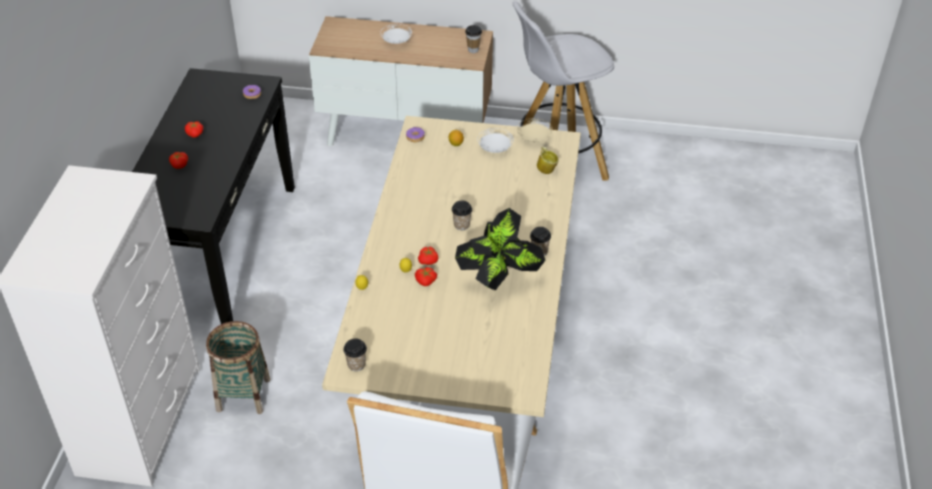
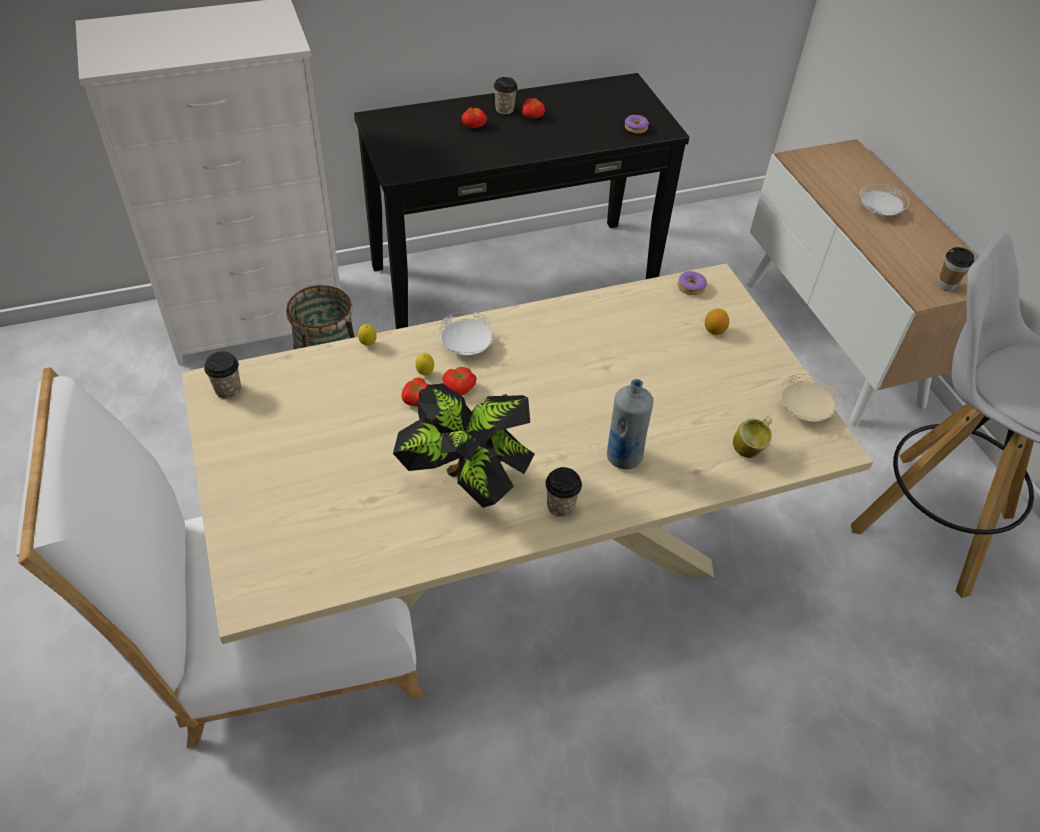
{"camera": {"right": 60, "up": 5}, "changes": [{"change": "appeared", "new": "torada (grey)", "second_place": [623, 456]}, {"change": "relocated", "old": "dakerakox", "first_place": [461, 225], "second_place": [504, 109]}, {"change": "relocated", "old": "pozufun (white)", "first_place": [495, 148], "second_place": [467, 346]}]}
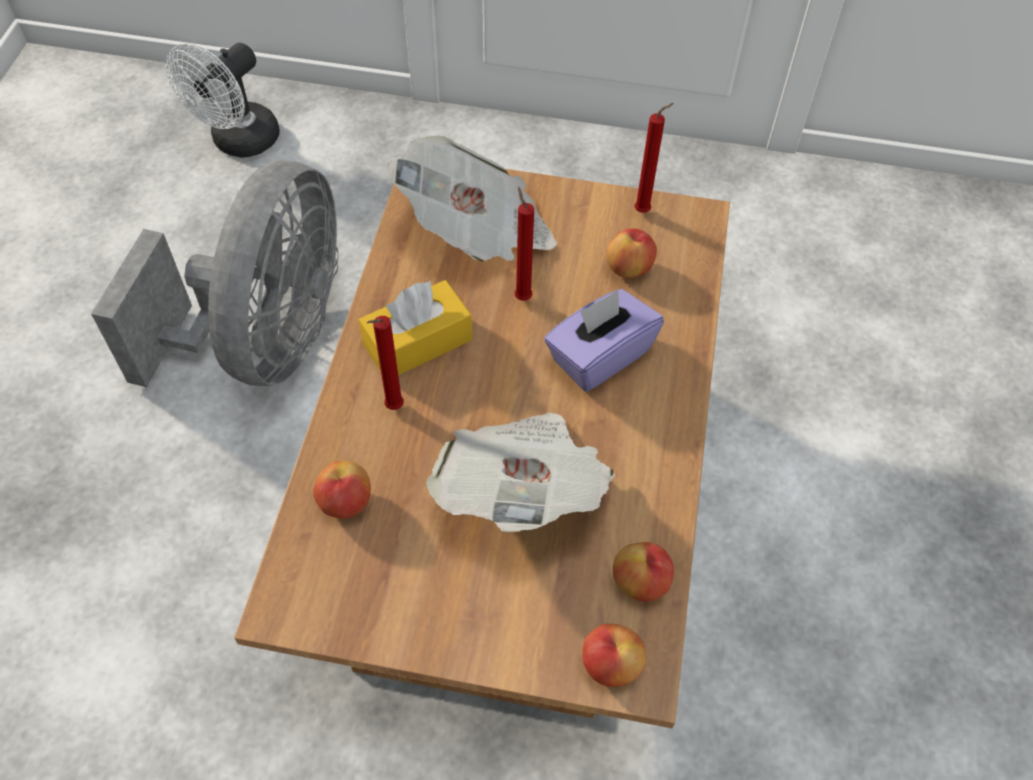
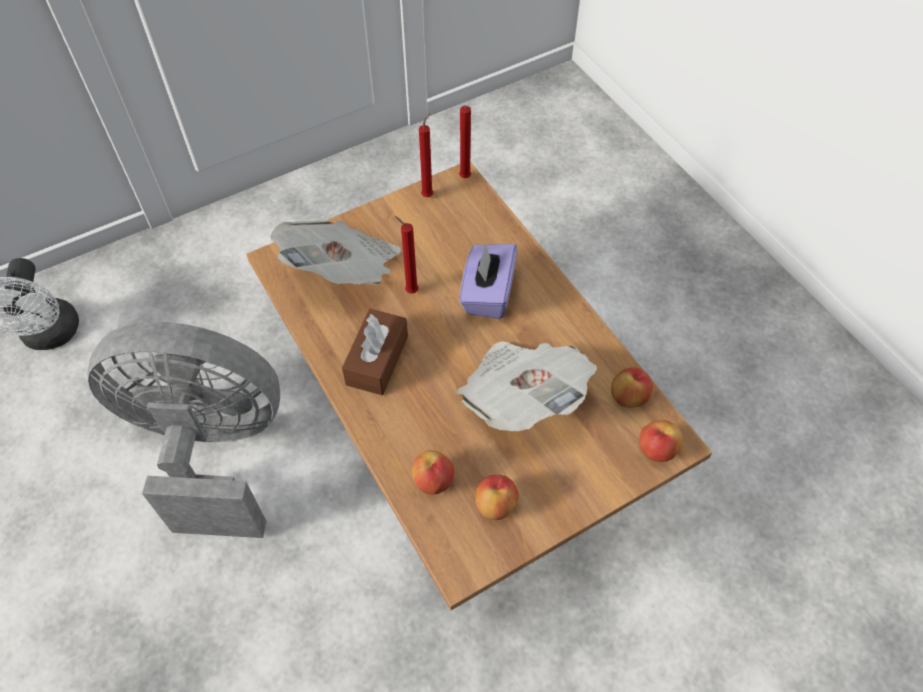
{"camera": {"right": -40, "up": 0}, "changes": [{"change": "relocated", "old": "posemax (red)", "first_place": [392, 408], "second_place": [465, 179]}, {"change": "relocated", "old": "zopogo", "first_place": [629, 268], "second_place": [495, 505]}, {"change": "colour", "old": "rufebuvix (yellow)", "new": "rufebuvix (brown)", "first_place": [417, 342], "second_place": [377, 360]}, {"change": "spun", "old": "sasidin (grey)", "first_place": [267, 342], "second_place": [210, 450], "degrees": -60}]}
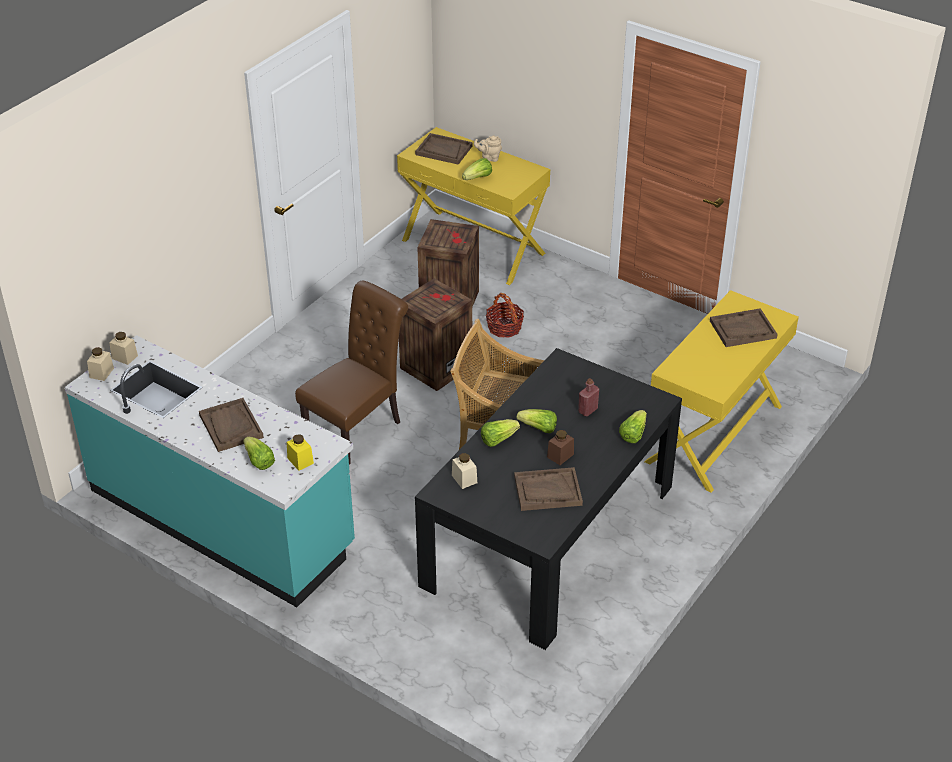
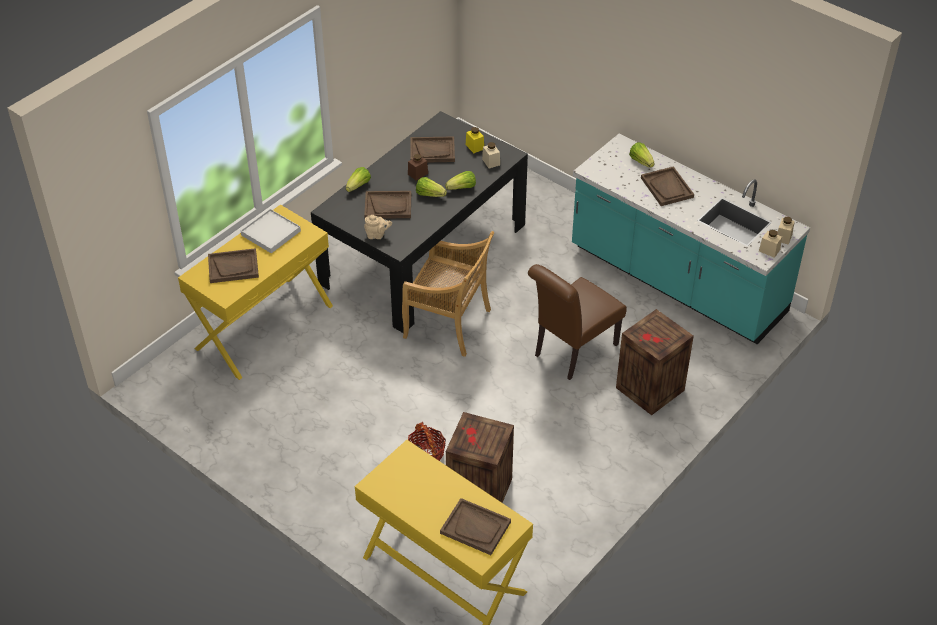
{"camera": {"right": -175, "up": 5}, "changes": [{"change": "missing", "old": "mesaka", "first_place": [478, 178]}, {"change": "appeared", "new": "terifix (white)", "second_place": [271, 233]}, {"change": "relocated", "old": "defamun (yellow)", "first_place": [300, 461], "second_place": [474, 147]}, {"change": "relocated", "old": "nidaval", "first_place": [436, 366], "second_place": [650, 390]}, {"change": "relocated", "old": "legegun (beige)", "first_place": [489, 158], "second_place": [377, 235]}, {"change": "exchanged", "old": "torada (red)", "new": "terifix (brown)", "first_place": [587, 410], "second_place": [388, 206]}]}
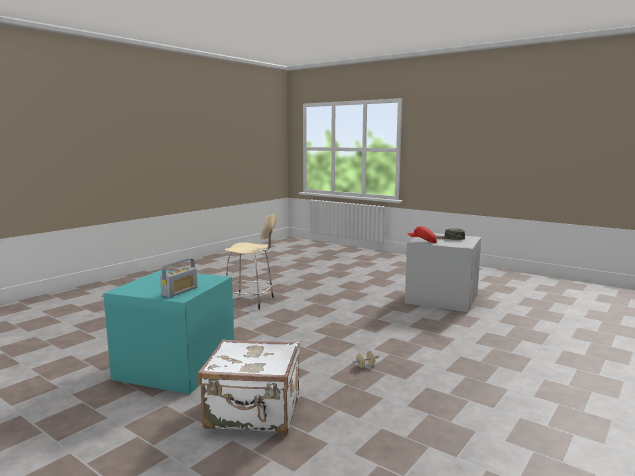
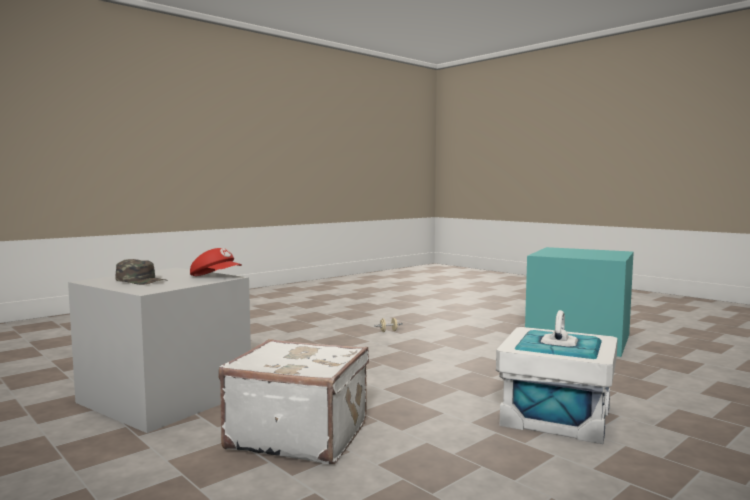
{"camera": {"right": -170, "up": -5}, "changes": [{"change": "missing", "old": "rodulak", "first_place": [180, 291]}, {"change": "relocated", "old": "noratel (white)", "first_place": [254, 412], "second_place": [299, 435]}, {"change": "exchanged", "old": "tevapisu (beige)", "new": "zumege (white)", "first_place": [251, 301], "second_place": [555, 416]}]}
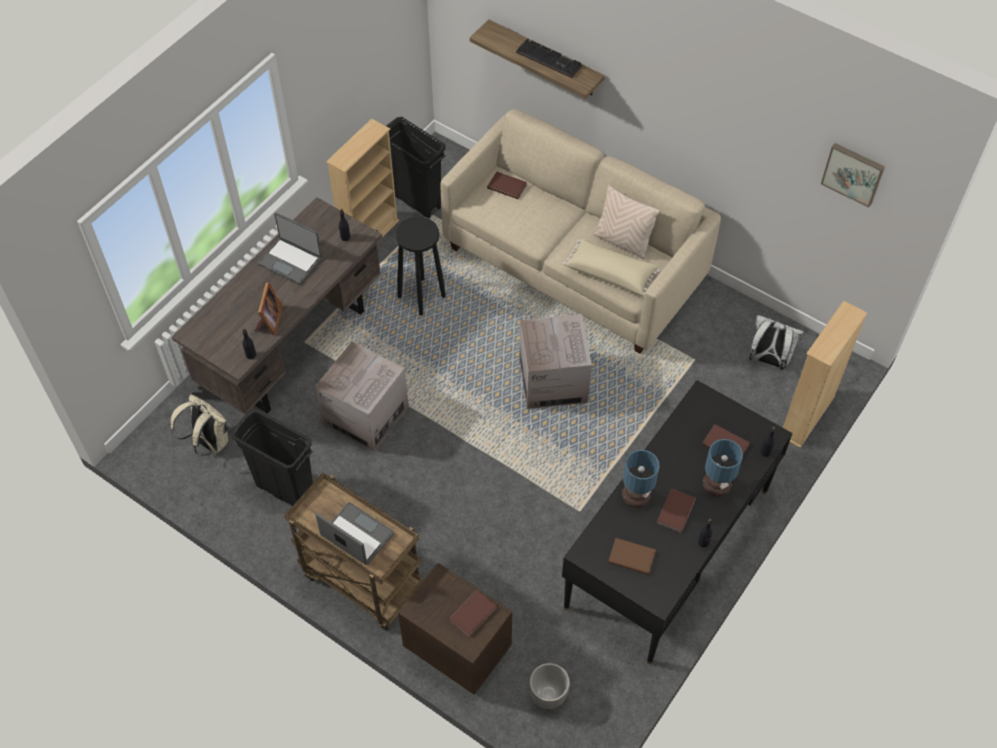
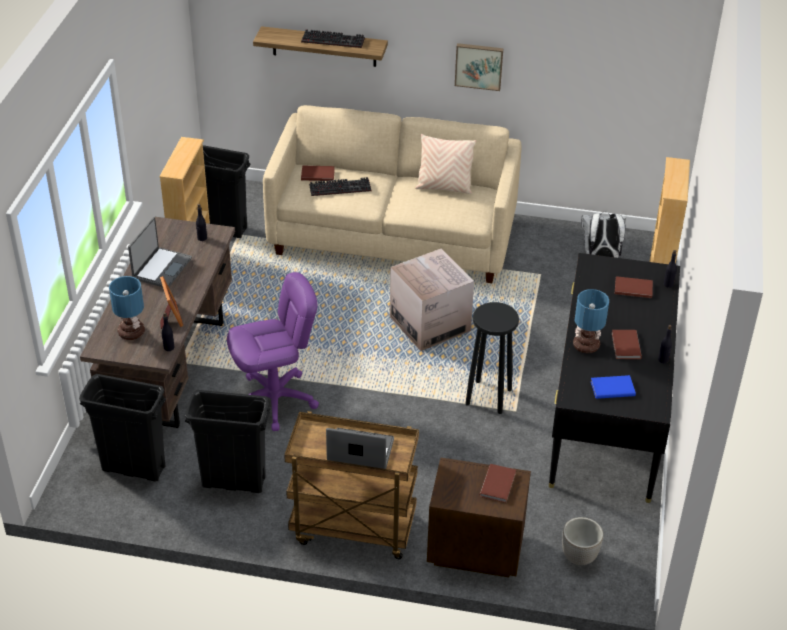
{"camera": {"right": -25, "up": -15}, "changes": [{"change": "missing", "old": "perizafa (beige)", "first_place": [611, 273]}, {"change": "appeared", "new": "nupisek", "second_place": [341, 187]}, {"change": "relocated", "old": "tevapisu (black)", "first_place": [422, 296], "second_place": [489, 396]}, {"change": "relocated", "old": "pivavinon", "first_place": [717, 486], "second_place": [132, 332]}, {"change": "relocated", "old": "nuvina", "first_place": [853, 173], "second_place": [479, 65]}, {"change": "exchanged", "old": "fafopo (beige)", "new": "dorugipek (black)", "first_place": [209, 442], "second_place": [133, 468]}, {"change": "exchanged", "old": "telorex", "new": "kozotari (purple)", "first_place": [366, 415], "second_place": [275, 400]}, {"change": "colour", "old": "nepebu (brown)", "new": "nepebu (blue)", "first_place": [631, 556], "second_place": [611, 388]}, {"change": "spun", "old": "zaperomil", "first_place": [291, 261], "second_place": [161, 268], "degrees": -75}]}
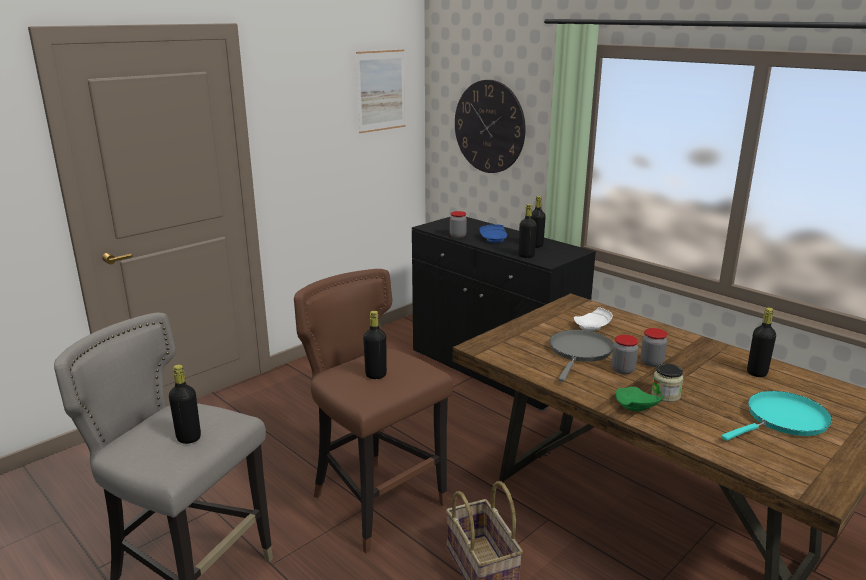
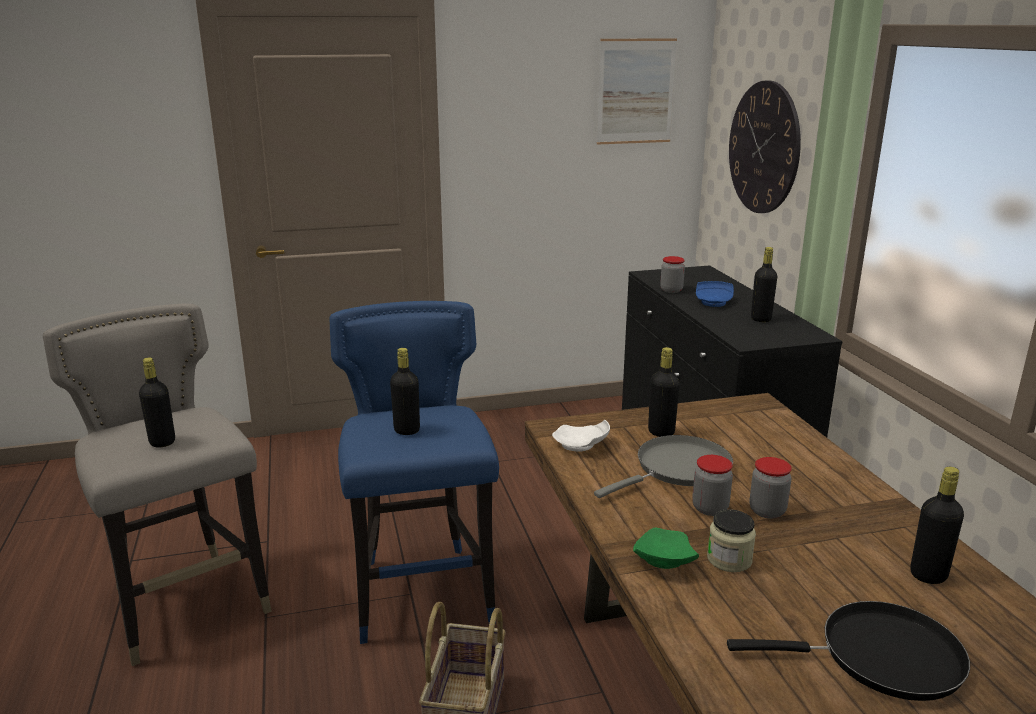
{"camera": {"right": 30, "up": 0}, "changes": [{"change": "relocated", "old": "torada (black)", "first_place": [526, 256], "second_place": [661, 432]}, {"change": "relocated", "old": "pozufun (white)", "first_place": [593, 326], "second_place": [581, 445]}, {"change": "colour", "old": "tevapisu (brown)", "new": "tevapisu (blue)", "first_place": [376, 502], "second_place": [422, 592]}, {"change": "colour", "old": "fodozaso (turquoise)", "new": "fodozaso (black)", "first_place": [783, 420], "second_place": [880, 657]}]}
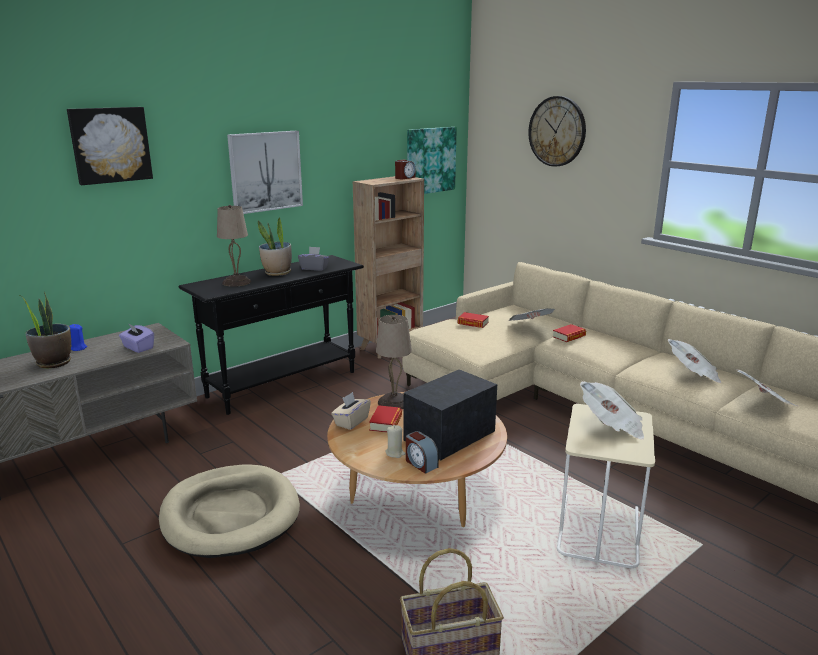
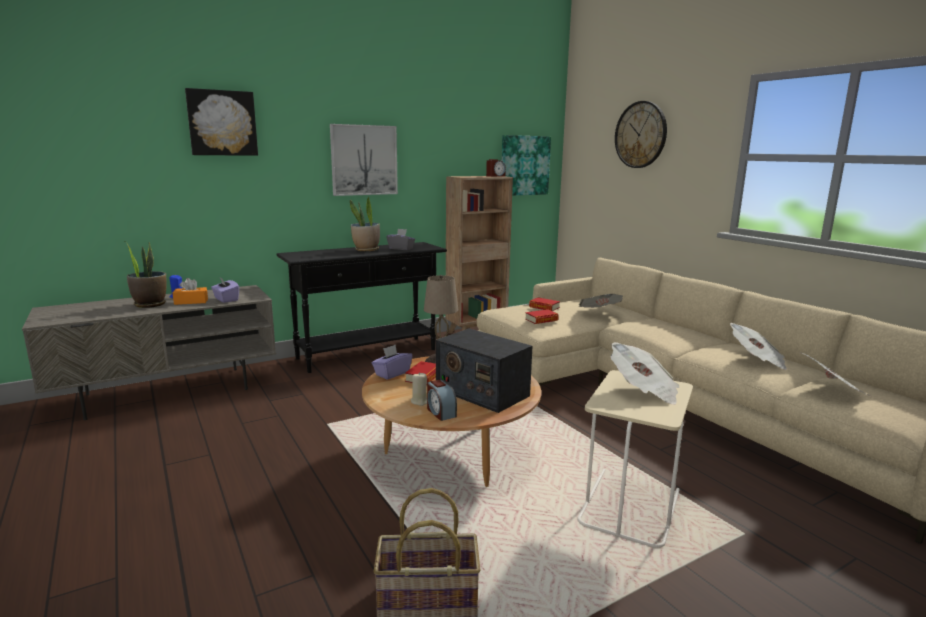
{"camera": {"right": 10, "up": -5}, "changes": [{"change": "missing", "old": "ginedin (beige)", "first_place": [230, 515]}, {"change": "missing", "old": "pivavinon (beige)", "first_place": [236, 282]}, {"change": "appeared", "new": "rufebuvix (orange)", "second_place": [191, 302]}, {"change": "relocated", "old": "nepebu", "first_place": [569, 336], "second_place": [541, 320]}, {"change": "colour", "old": "rufebuvix (beige)", "new": "rufebuvix (purple)", "first_place": [351, 421], "second_place": [392, 373]}, {"change": "spun", "old": "rodulak", "first_place": [450, 435], "second_place": [481, 392], "degrees": -105}]}
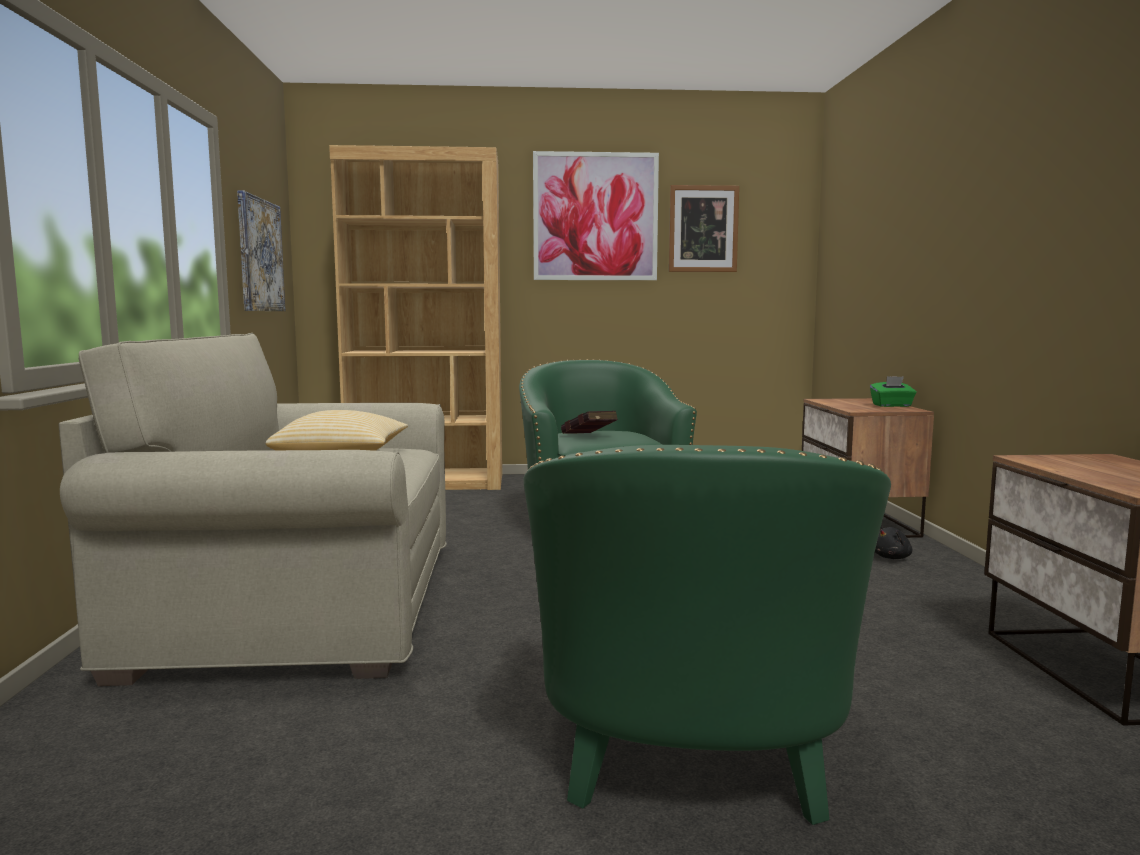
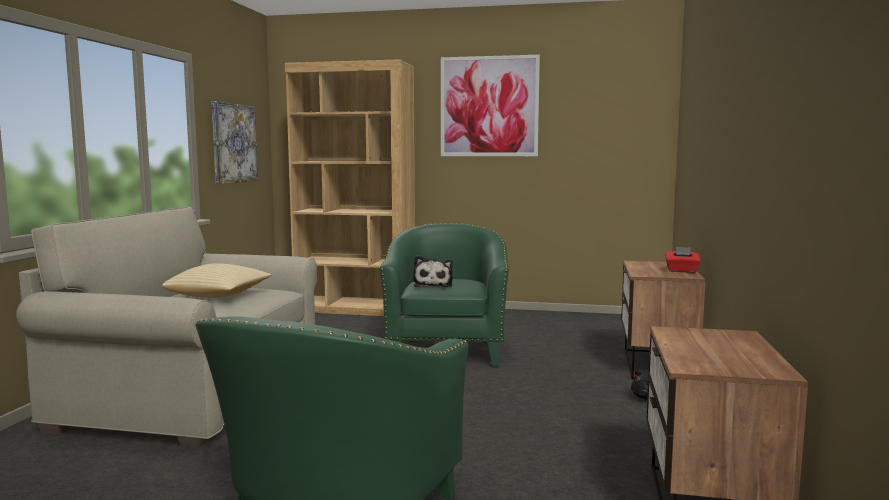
{"camera": {"right": 15, "up": 0}, "changes": [{"change": "missing", "old": "nuvina", "first_place": [703, 229]}, {"change": "exchanged", "old": "nepebu (red)", "new": "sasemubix", "first_place": [589, 437], "second_place": [433, 285]}, {"change": "colour", "old": "rufebuvix (green)", "new": "rufebuvix (red)", "first_place": [892, 405], "second_place": [682, 271]}]}
